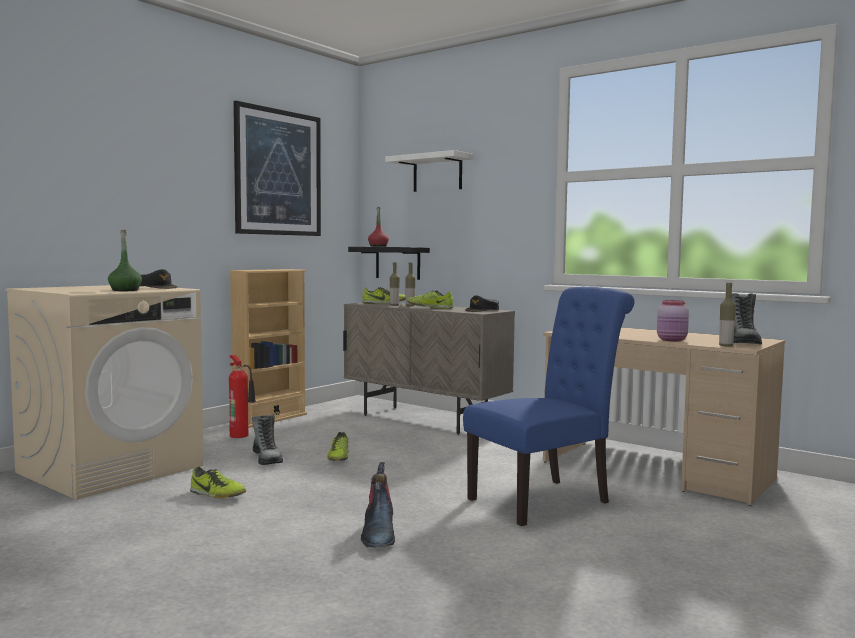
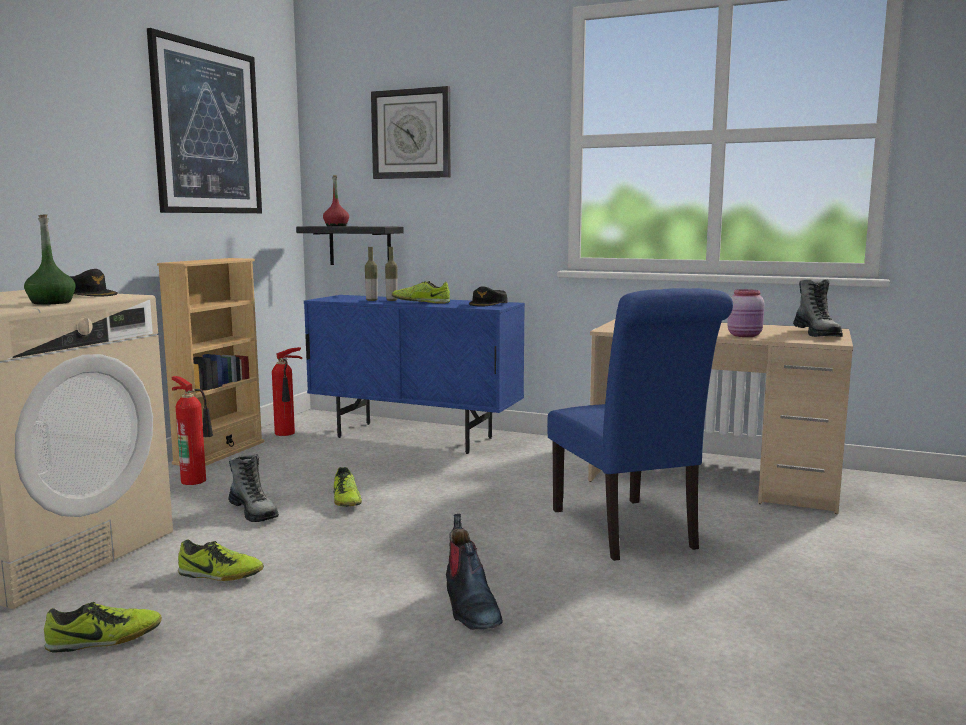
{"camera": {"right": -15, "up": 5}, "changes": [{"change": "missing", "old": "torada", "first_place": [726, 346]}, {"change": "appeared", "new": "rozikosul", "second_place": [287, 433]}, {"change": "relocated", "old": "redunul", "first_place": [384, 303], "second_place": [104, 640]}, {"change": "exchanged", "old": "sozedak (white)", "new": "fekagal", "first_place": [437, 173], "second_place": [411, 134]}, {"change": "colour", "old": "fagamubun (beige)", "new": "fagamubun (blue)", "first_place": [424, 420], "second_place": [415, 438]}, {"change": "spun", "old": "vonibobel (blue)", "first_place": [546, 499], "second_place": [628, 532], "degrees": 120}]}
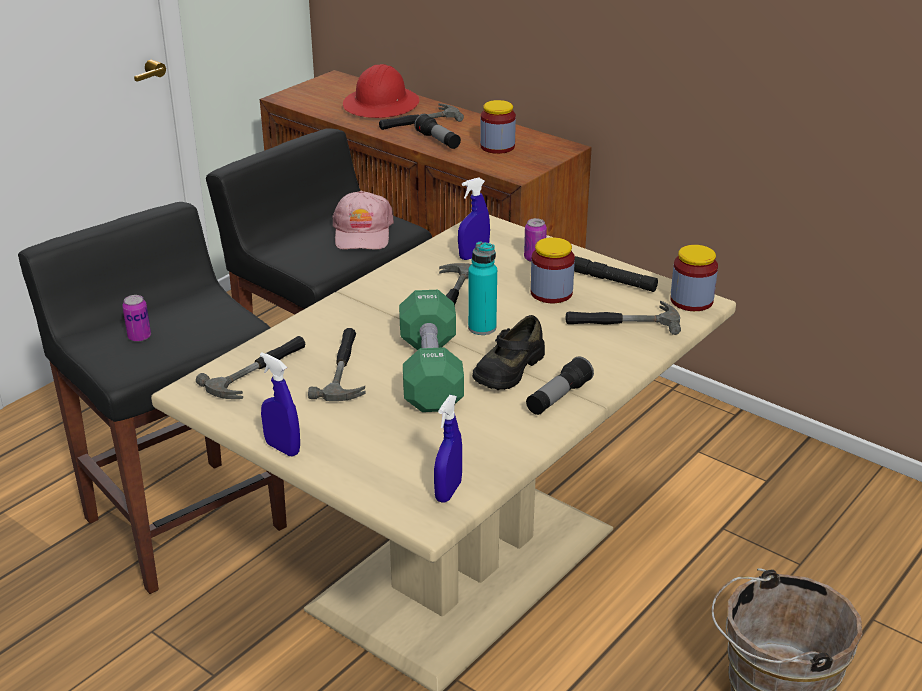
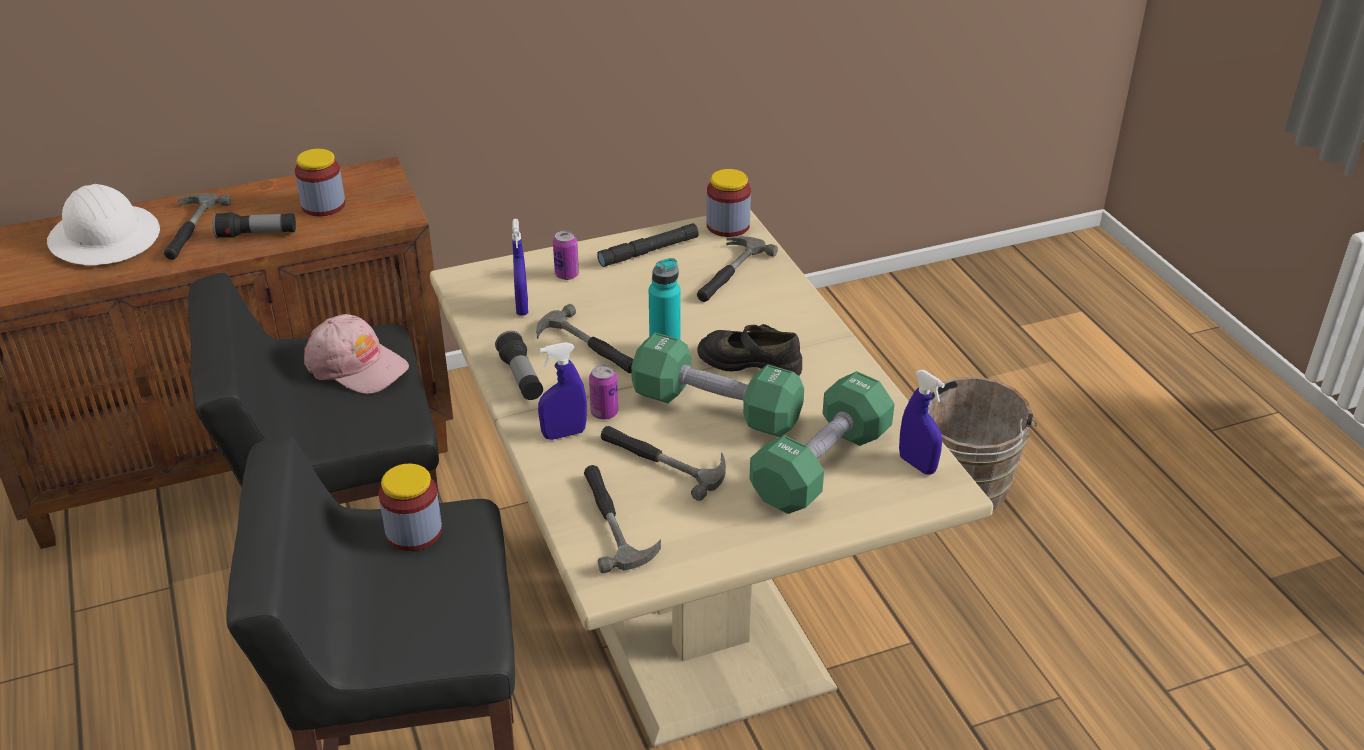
{"camera": {"right": -60, "up": 5}, "changes": [{"change": "appeared", "new": "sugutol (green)", "second_place": [821, 466]}, {"change": "relocated", "old": "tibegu", "first_place": [139, 337], "second_place": [604, 413]}, {"change": "relocated", "old": "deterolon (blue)", "first_place": [282, 448], "second_place": [564, 434]}, {"change": "relocated", "old": "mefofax", "first_place": [558, 397], "second_place": [521, 377]}, {"change": "relocated", "old": "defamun", "first_place": [551, 293], "second_place": [414, 532]}, {"change": "colour", "old": "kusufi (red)", "new": "kusufi (white)", "first_place": [381, 105], "second_place": [105, 238]}, {"change": "spun", "old": "redunul (black)", "first_place": [508, 369], "second_place": [750, 362], "degrees": 135}]}
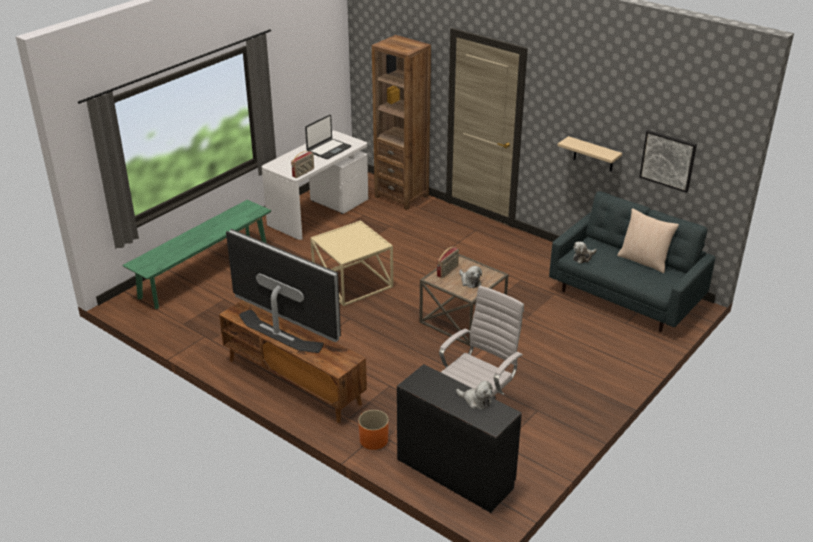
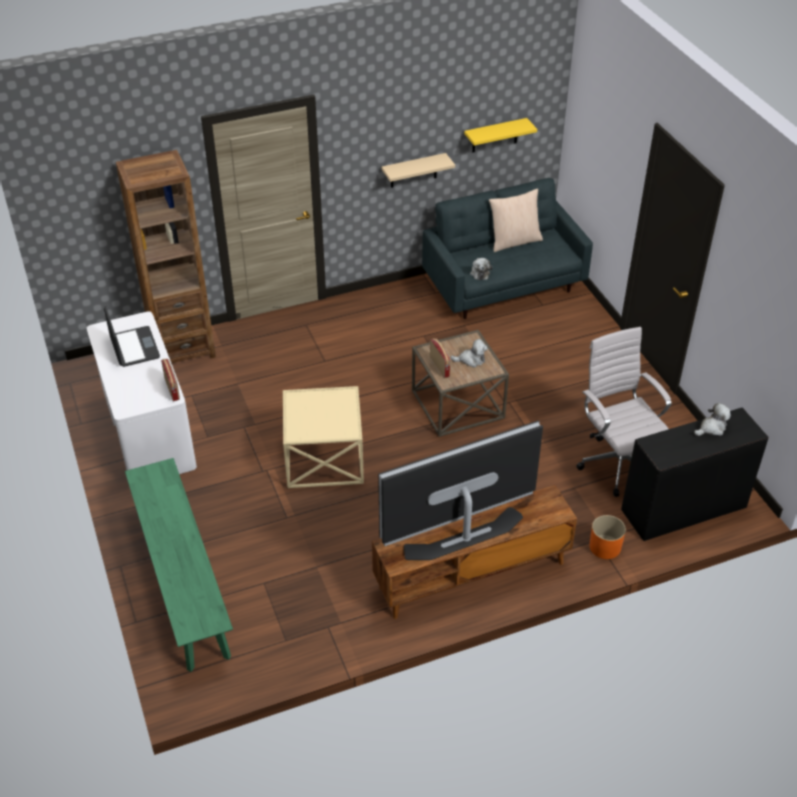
{"camera": {"right": -60, "up": 10}, "changes": [{"change": "exchanged", "old": "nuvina", "new": "sozedak (yellow)", "first_place": [668, 160], "second_place": [495, 135]}]}
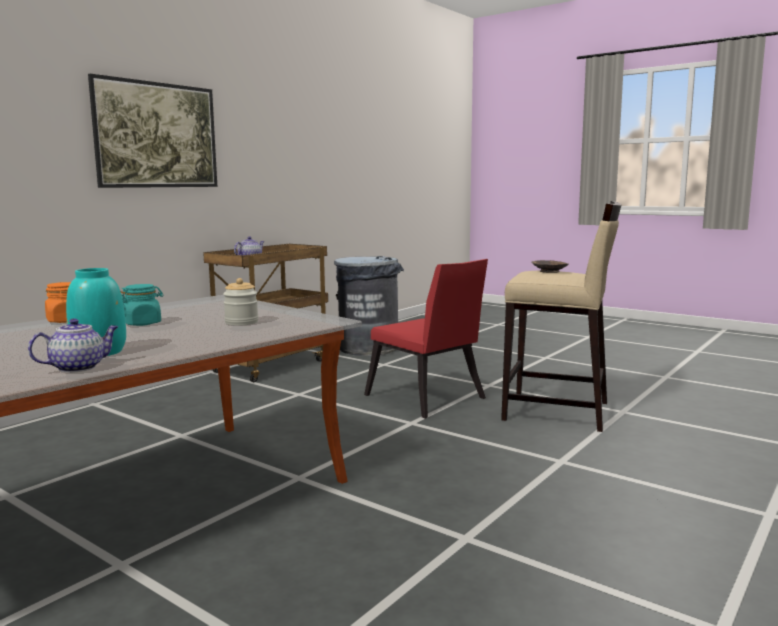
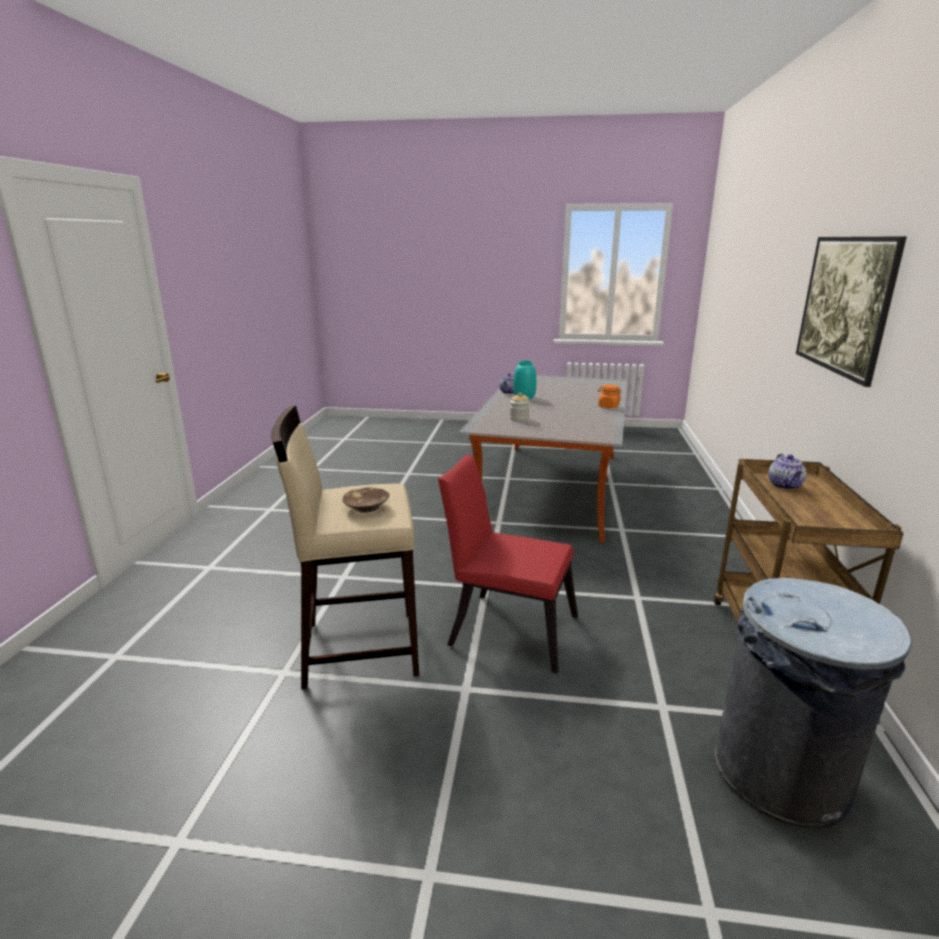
{"camera": {"right": 150, "up": 10}, "changes": [{"change": "missing", "old": "defamun (turquoise)", "first_place": [142, 323]}]}
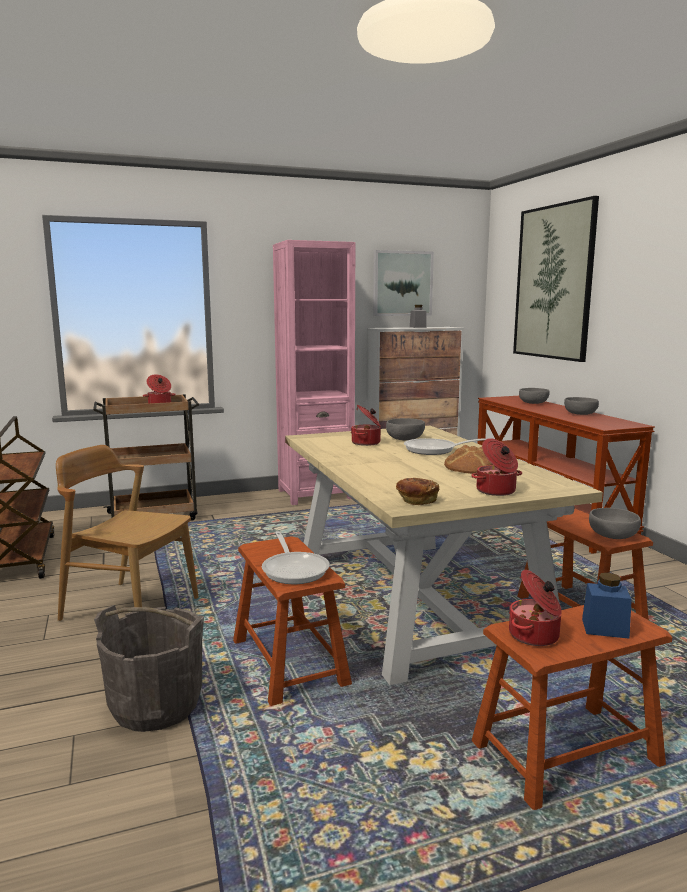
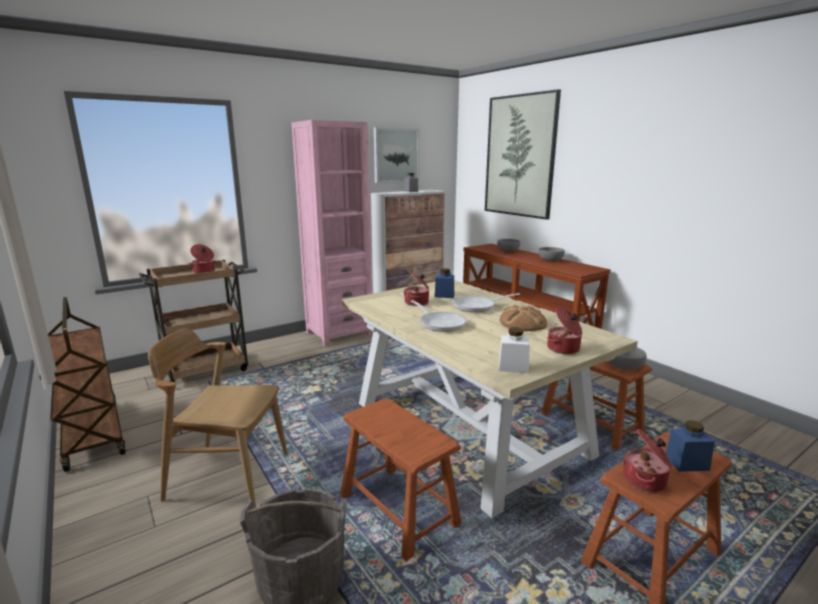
{"camera": {"right": -15, "up": 5}, "changes": [{"change": "relocated", "old": "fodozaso", "first_place": [294, 569], "second_place": [440, 323]}, {"change": "exchanged", "old": "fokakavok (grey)", "new": "defamun (blue)", "first_place": [405, 439], "second_place": [444, 295]}, {"change": "exchanged", "old": "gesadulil", "new": "defamun (white)", "first_place": [416, 500], "second_place": [513, 367]}]}
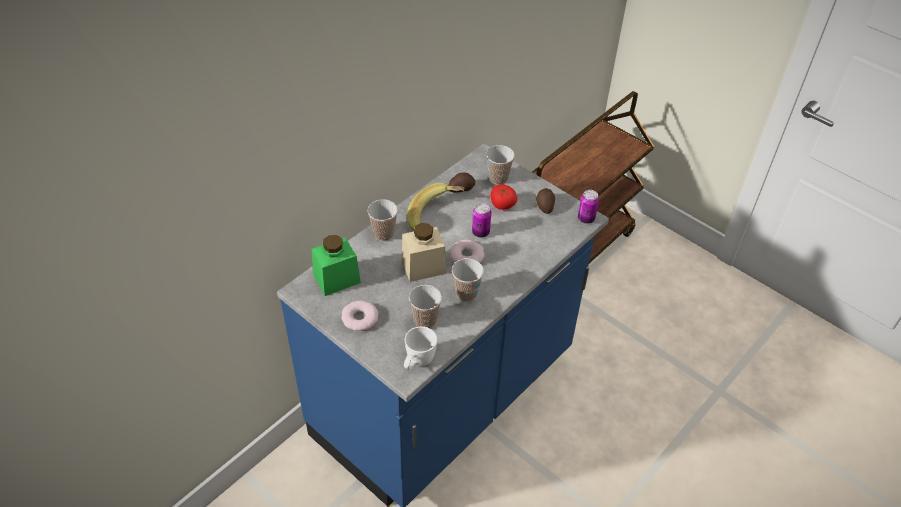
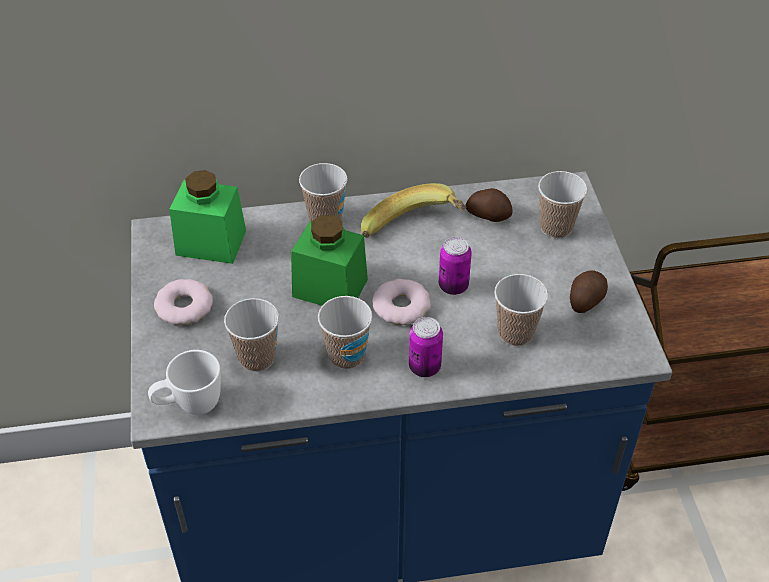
{"camera": {"right": 40, "up": 0}, "changes": [{"change": "missing", "old": "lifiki", "first_place": [502, 205]}, {"change": "appeared", "new": "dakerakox", "second_place": [515, 333]}, {"change": "relocated", "old": "tibegu", "first_place": [586, 219], "second_place": [424, 367]}, {"change": "colour", "old": "defamun (beige)", "new": "defamun (green)", "first_place": [423, 267], "second_place": [330, 288]}]}
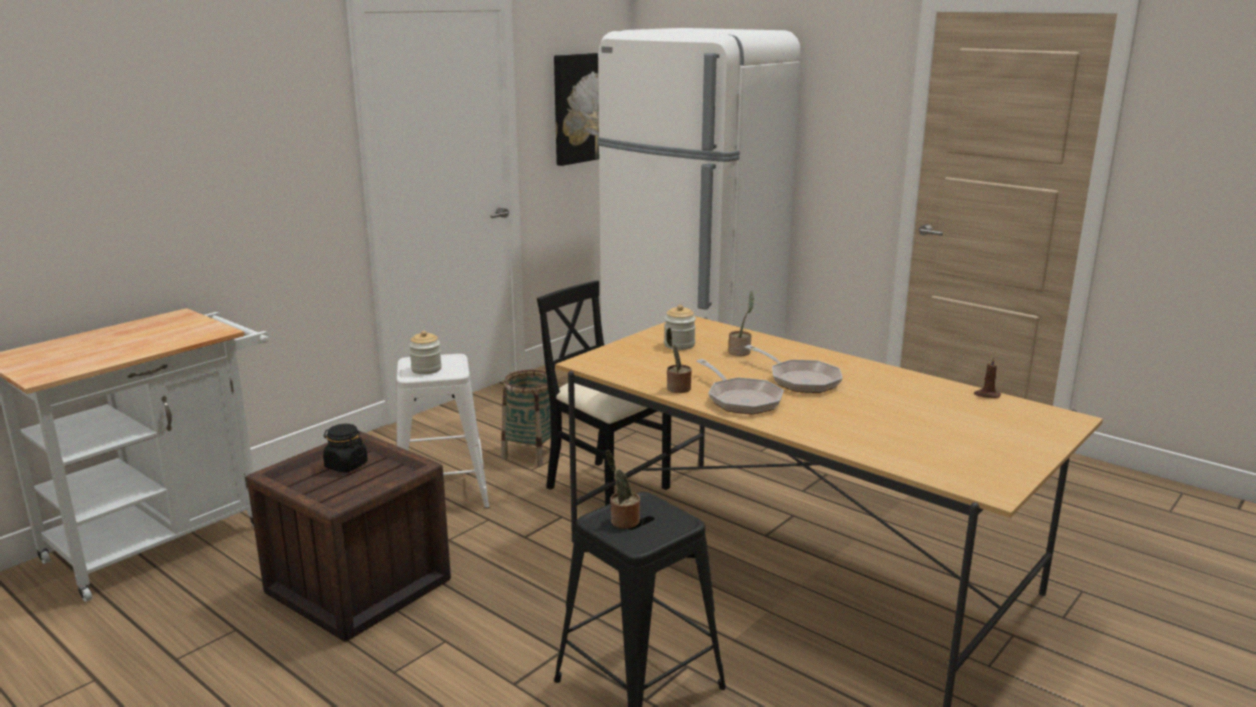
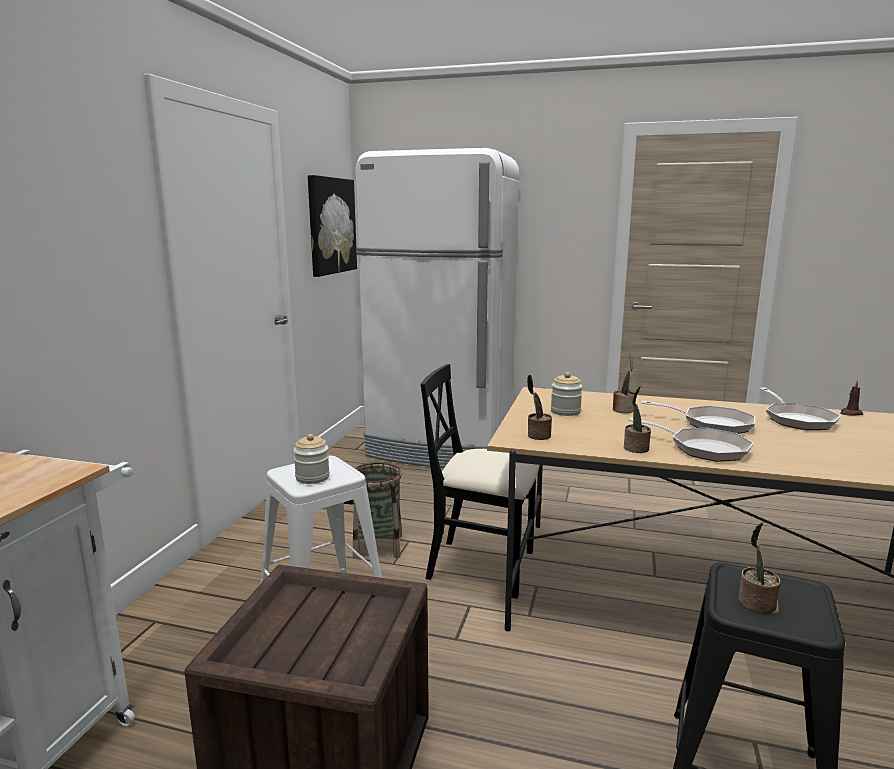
{"camera": {"right": -25, "up": -5}, "changes": [{"change": "missing", "old": "defamun (black)", "first_place": [346, 465]}, {"change": "appeared", "new": "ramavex", "second_place": [537, 436]}, {"change": "appeared", "new": "fodozaso", "second_place": [797, 419]}]}
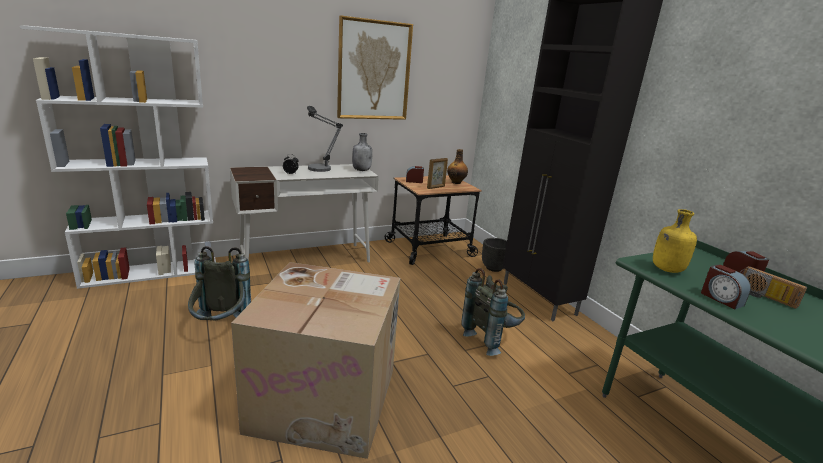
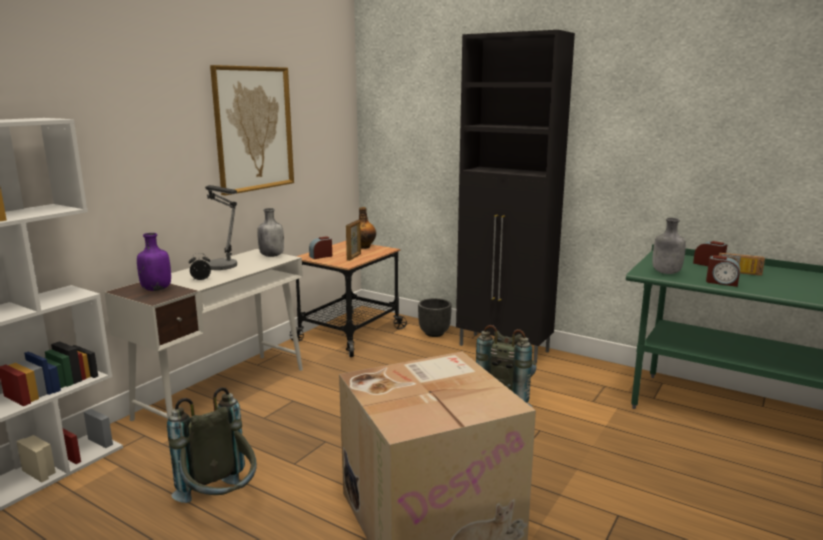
{"camera": {"right": -30, "up": -5}, "changes": [{"change": "appeared", "new": "torada (purple)", "second_place": [156, 289]}, {"change": "colour", "old": "torada (yellow)", "new": "torada (grey)", "first_place": [666, 269], "second_place": [665, 273]}]}
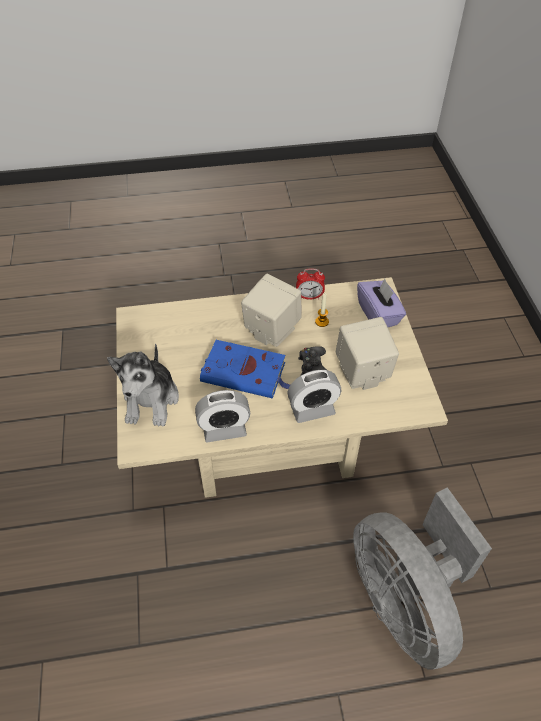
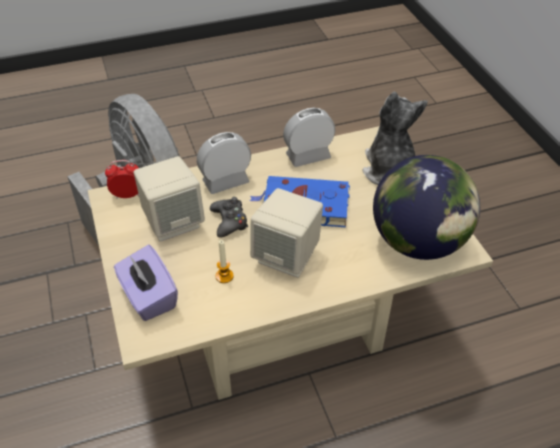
{"camera": {"right": 170, "up": -5}, "changes": [{"change": "appeared", "new": "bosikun", "second_place": [418, 242]}, {"change": "relocated", "old": "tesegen", "first_place": [309, 297], "second_place": [127, 195]}]}
